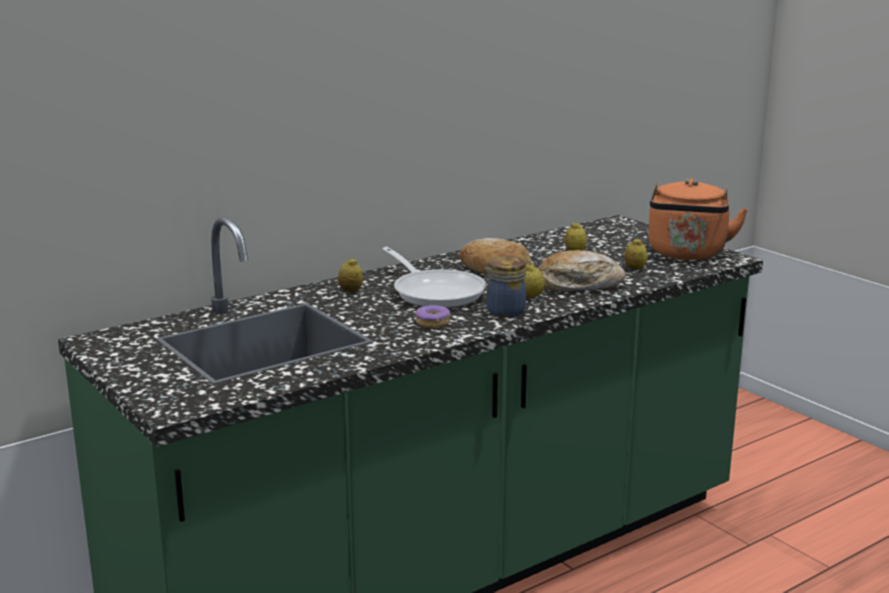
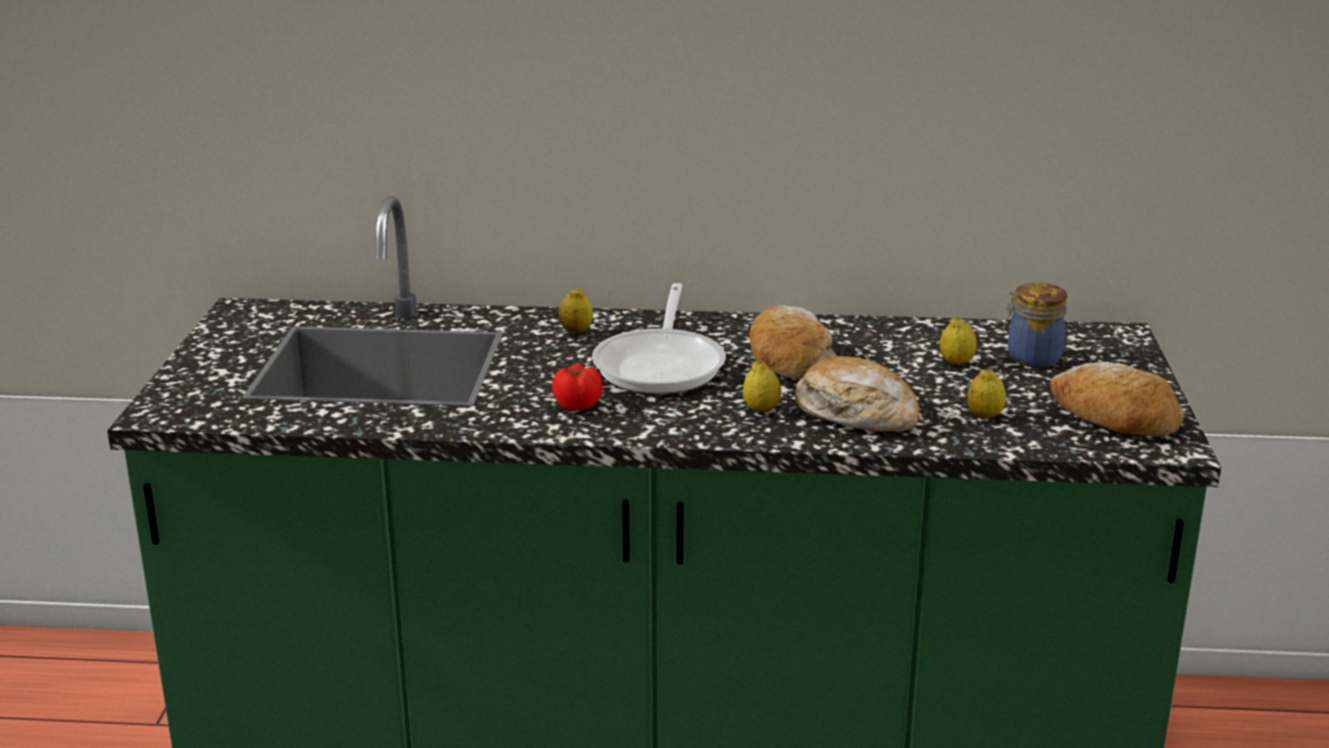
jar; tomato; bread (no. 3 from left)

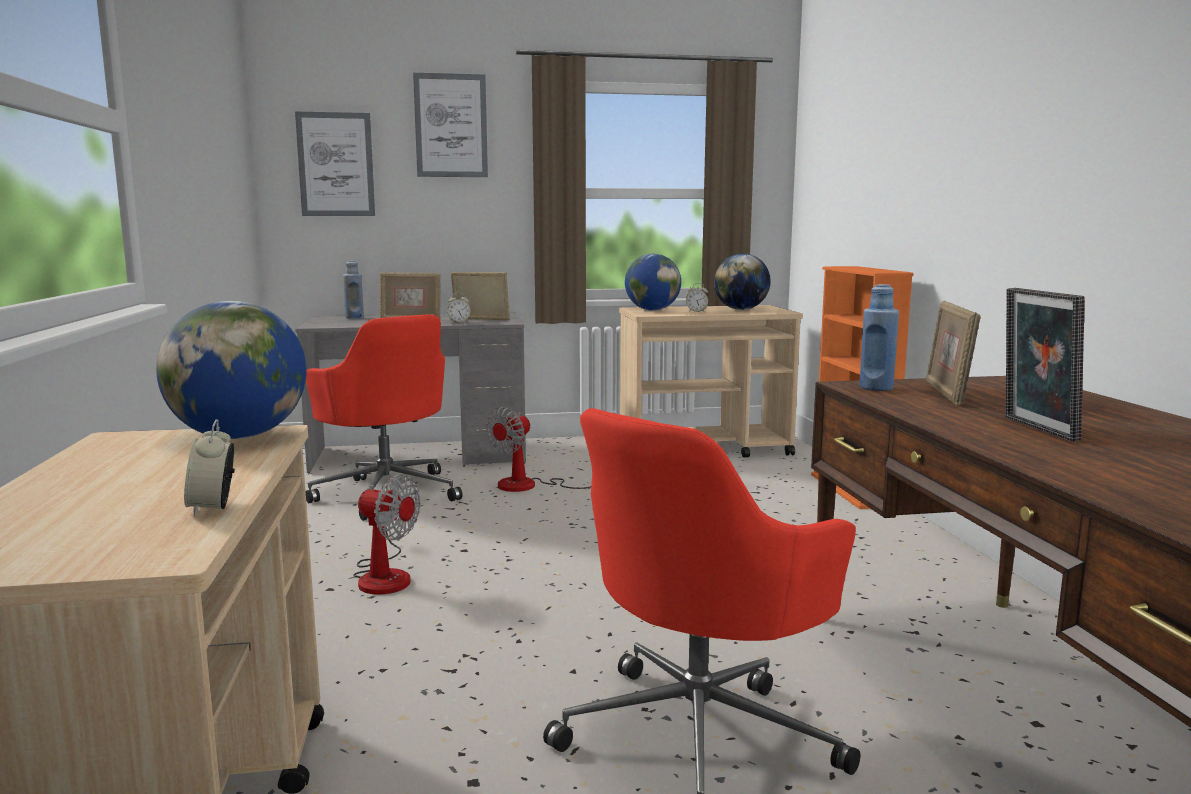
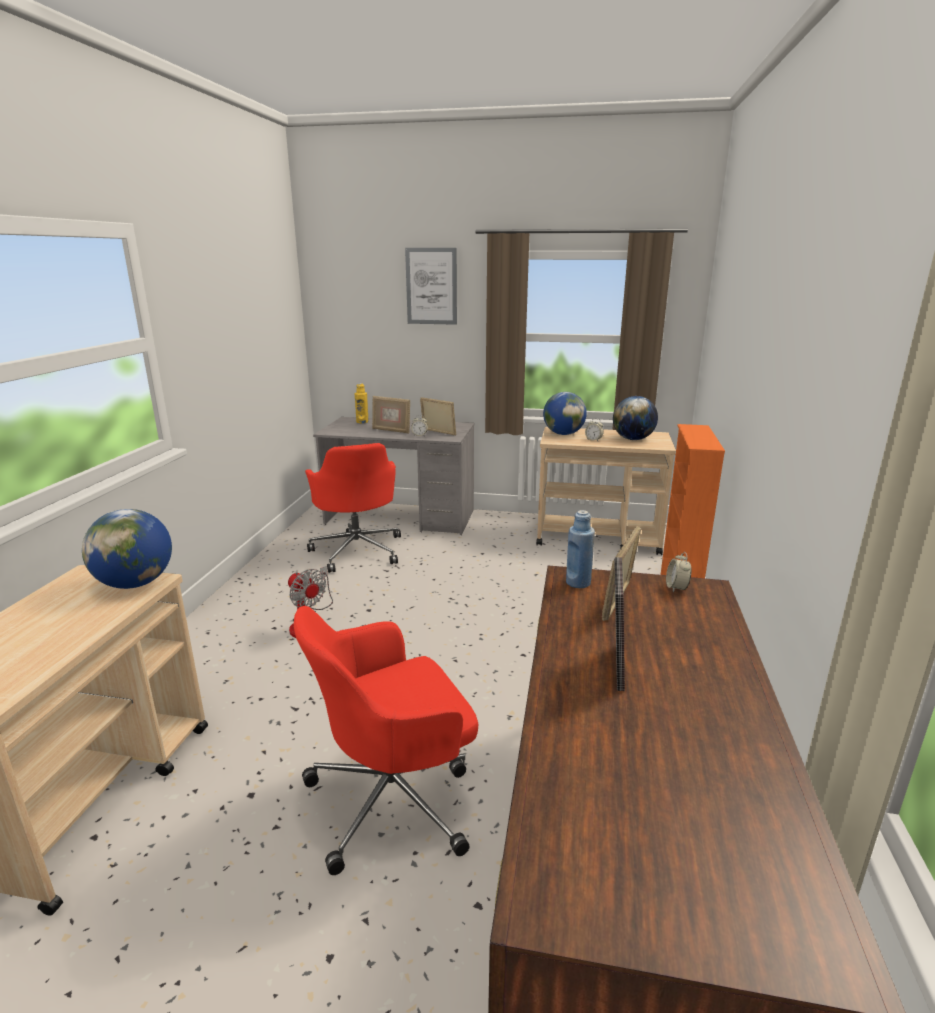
picture (no. 1 from left in the first image); fan (no. 2 from left in the first image); alarm clock (no. 3 from left); yellow bottle

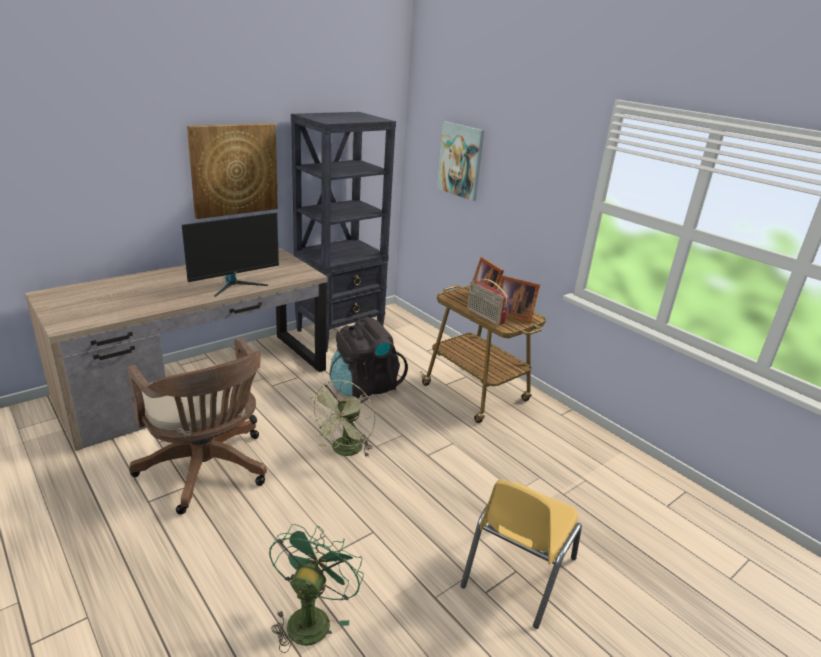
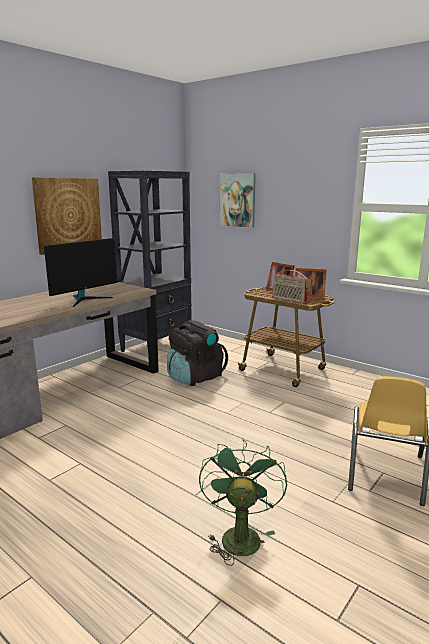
brown office chair; green fan (no. 2 from left in the first image)

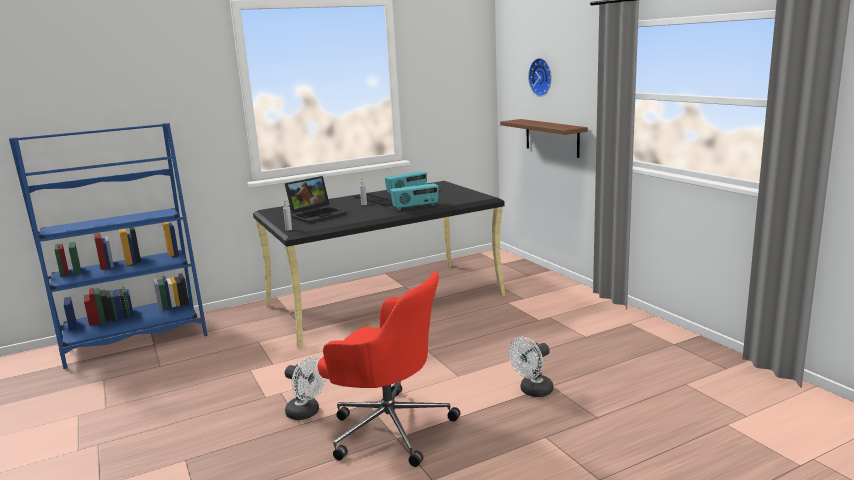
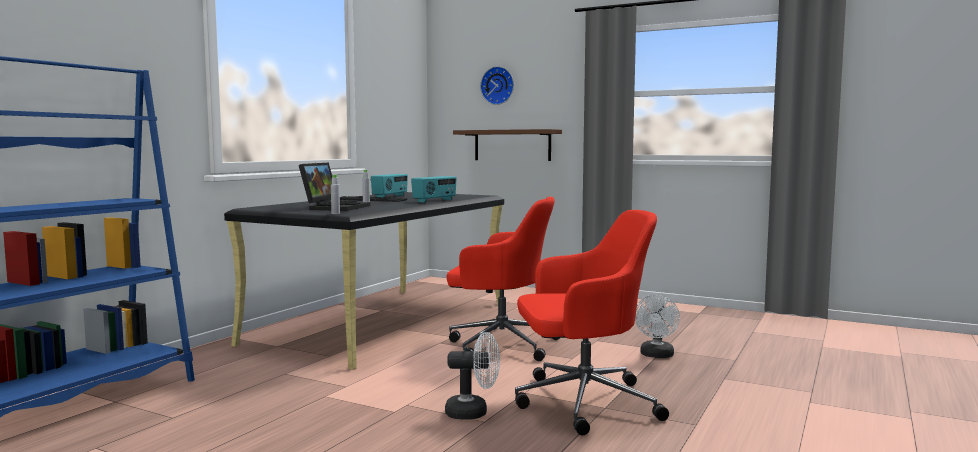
red office chair (no. 1 from left)

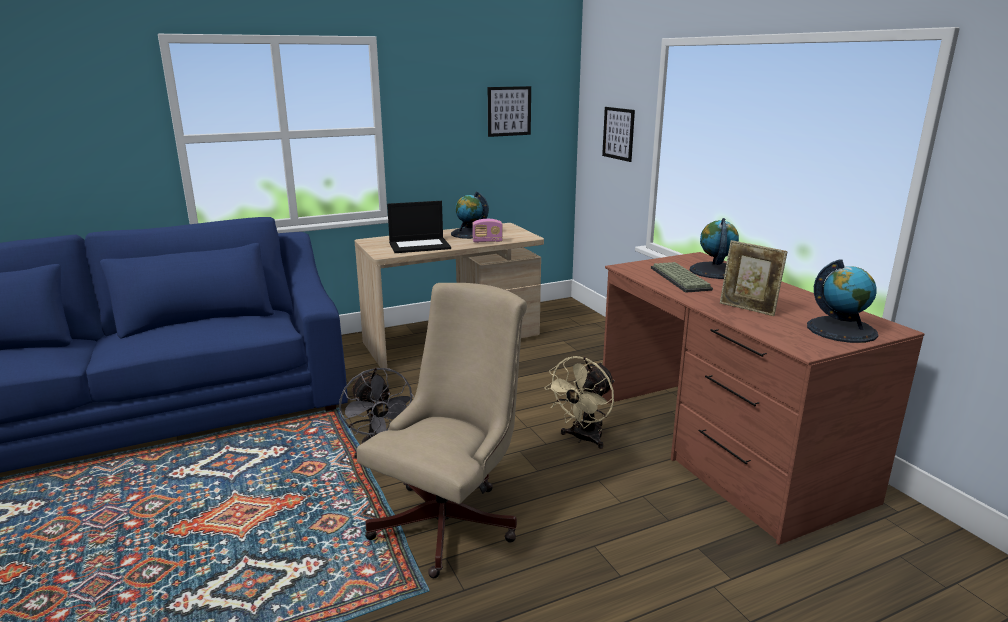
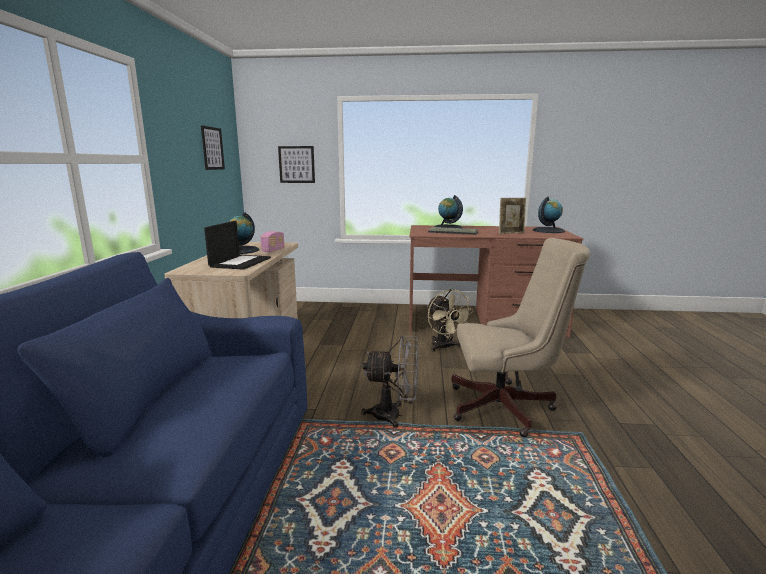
beige office chair

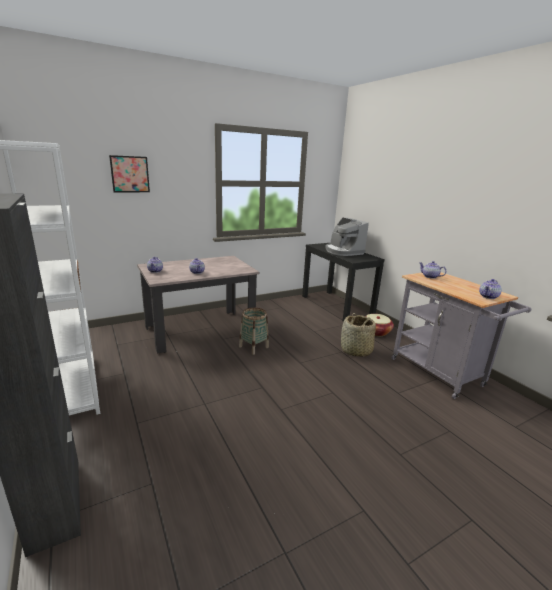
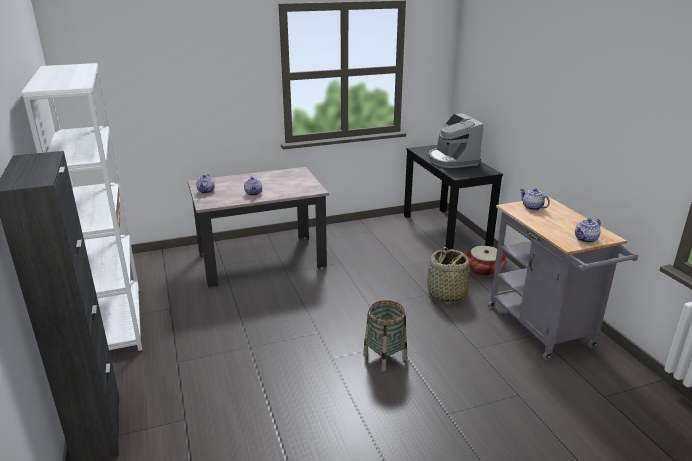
picture; basket (no. 1 from left)

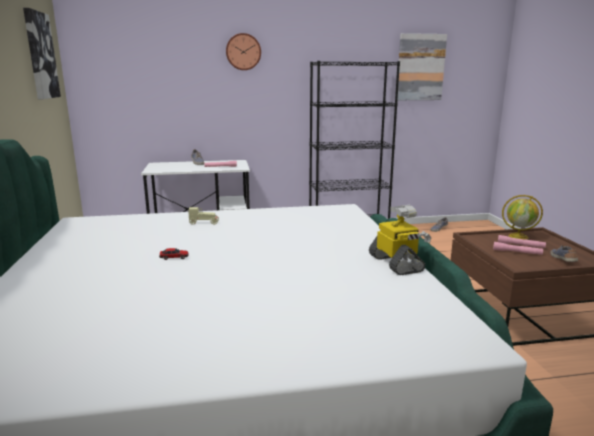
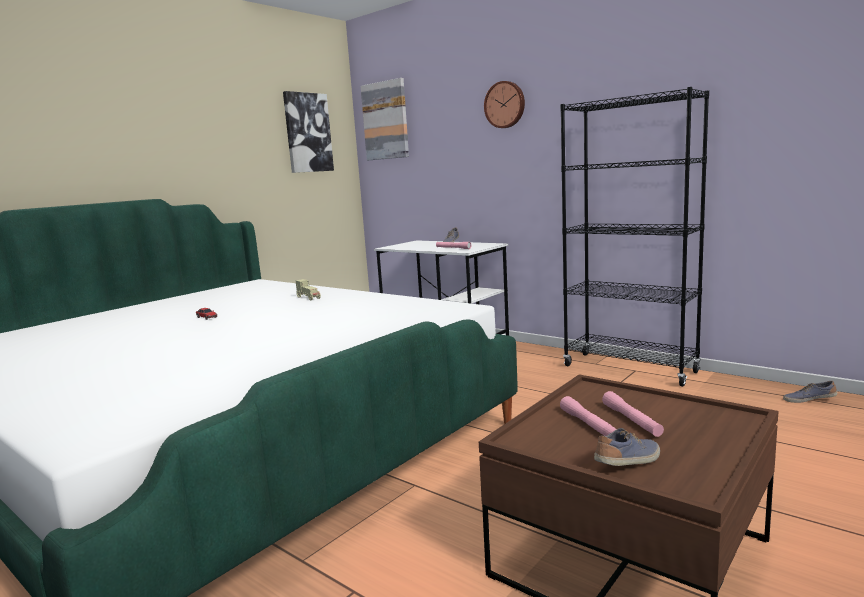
toy robot; globe; picture (no. 2 from left)

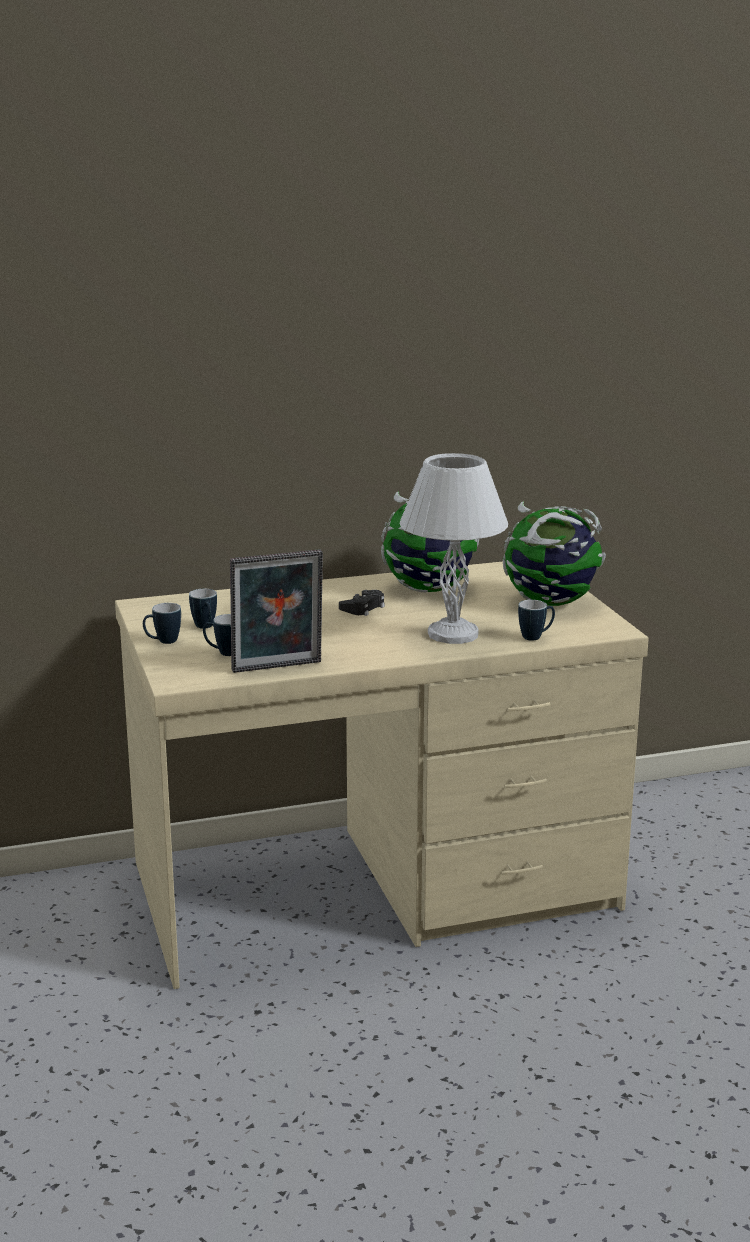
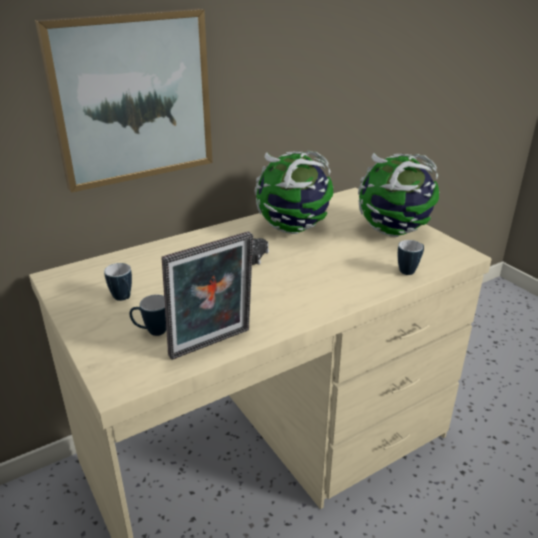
mug (no. 1 from left in the first image); white table lamp; picture

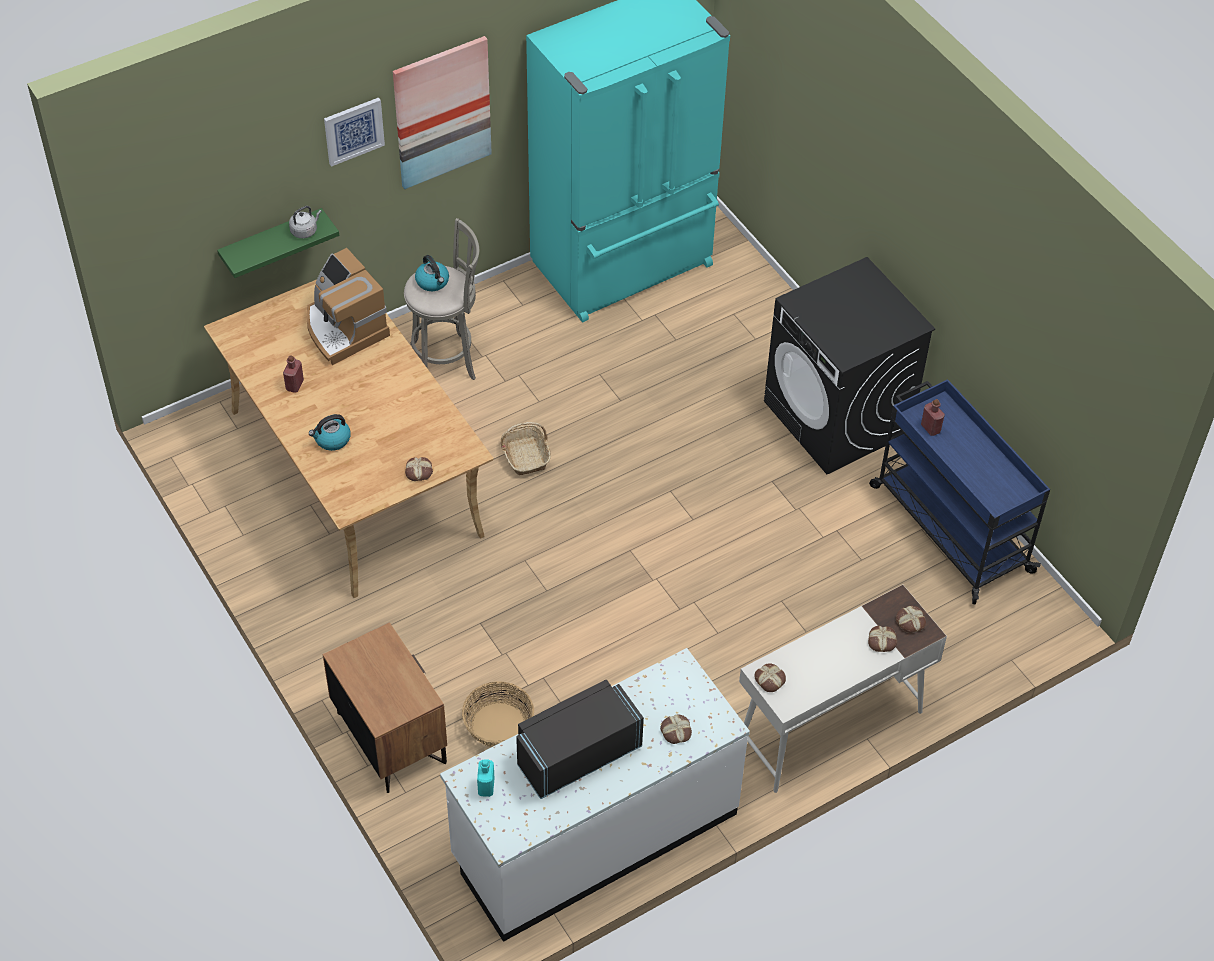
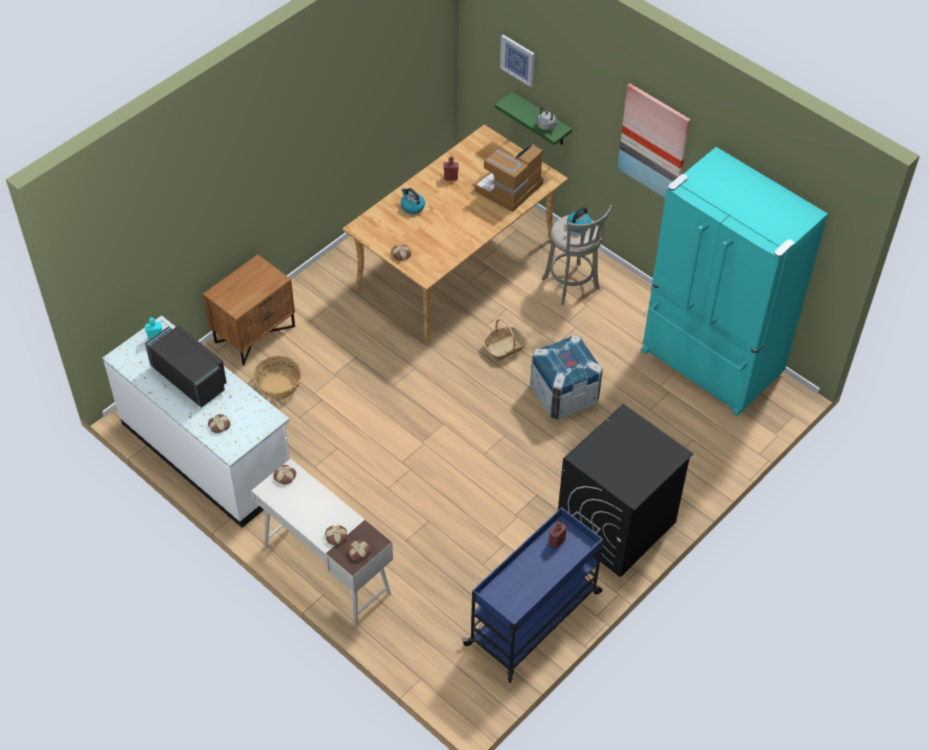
crate; picture (no. 1 from left)

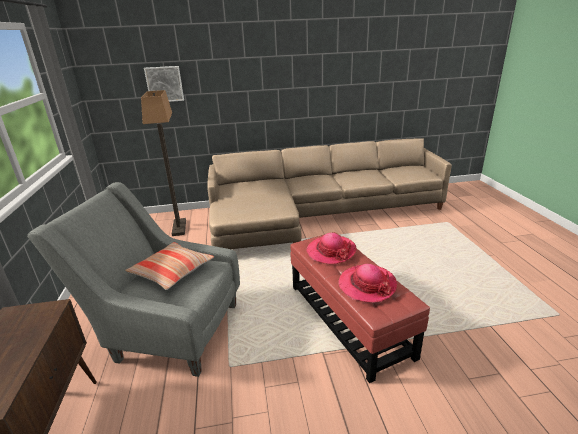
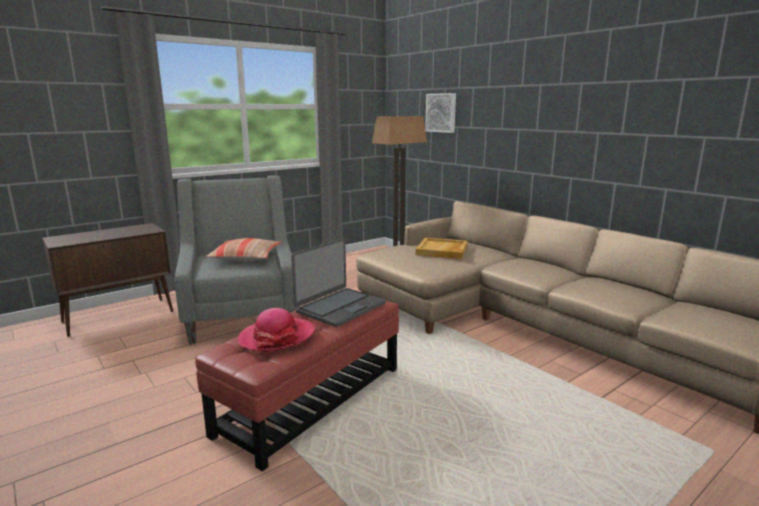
beige tray; laptop

